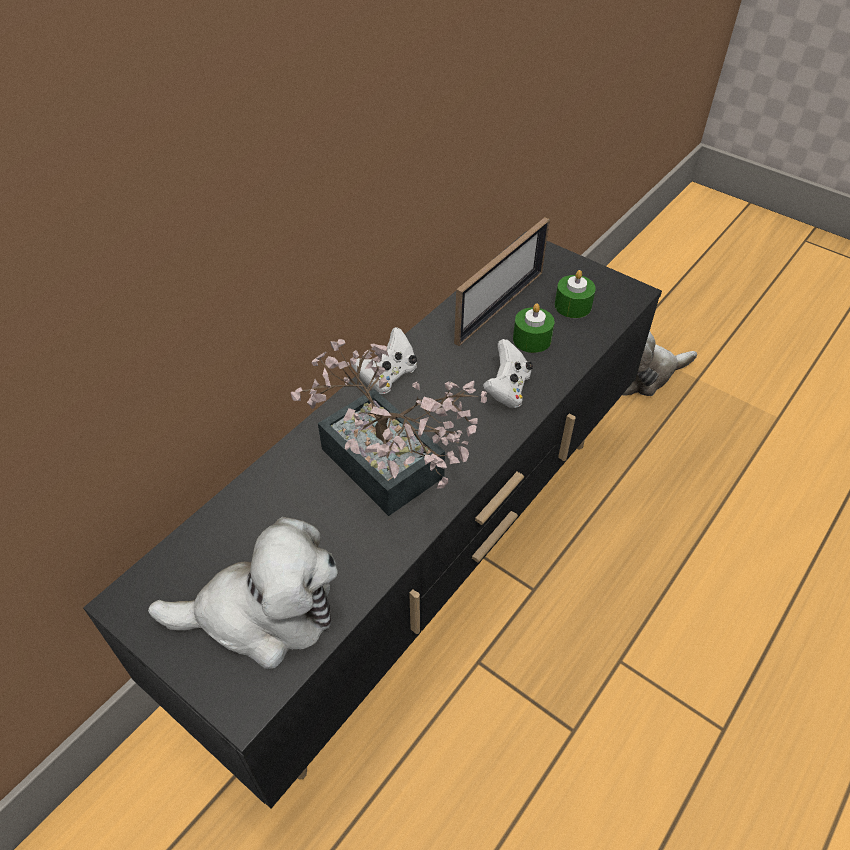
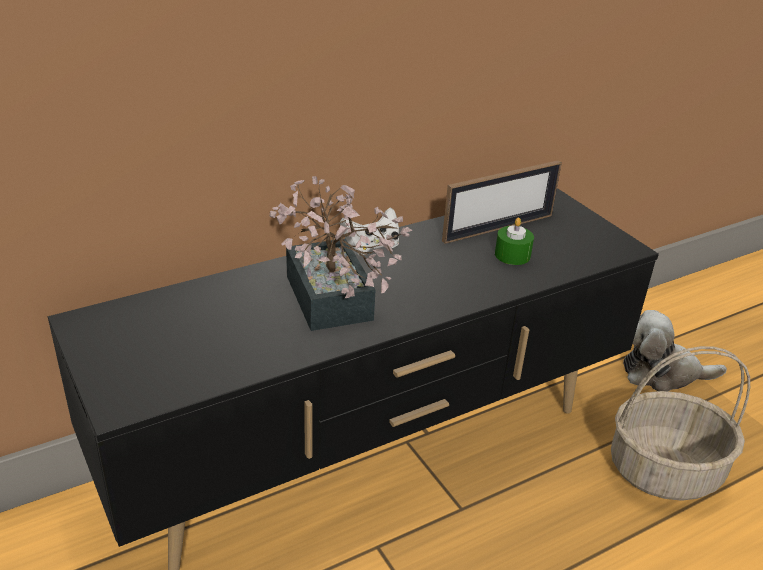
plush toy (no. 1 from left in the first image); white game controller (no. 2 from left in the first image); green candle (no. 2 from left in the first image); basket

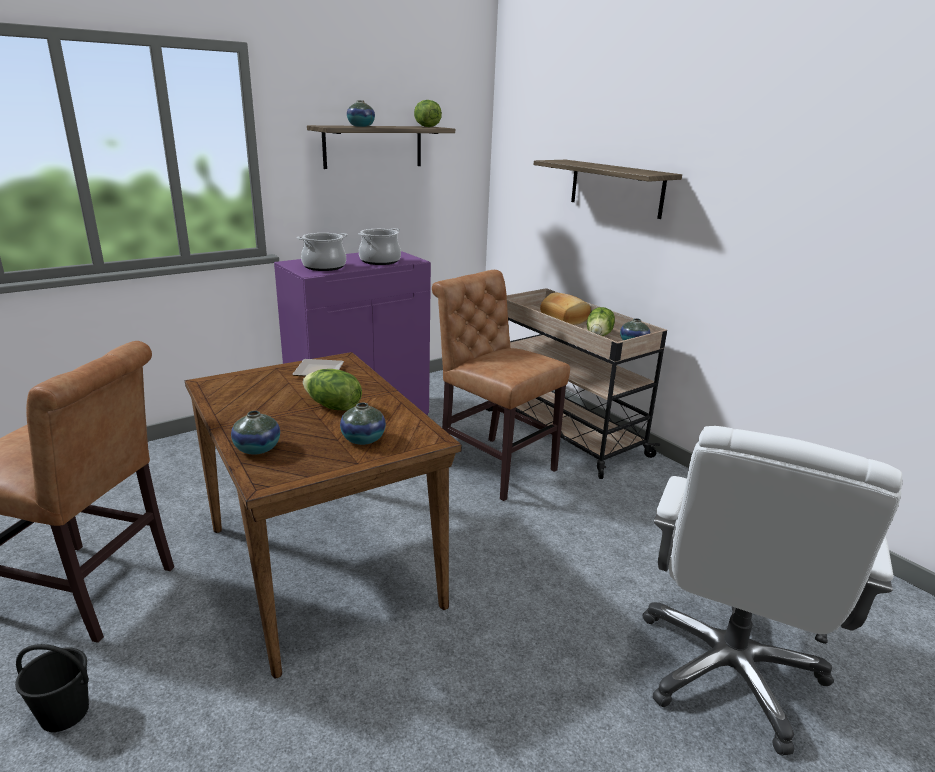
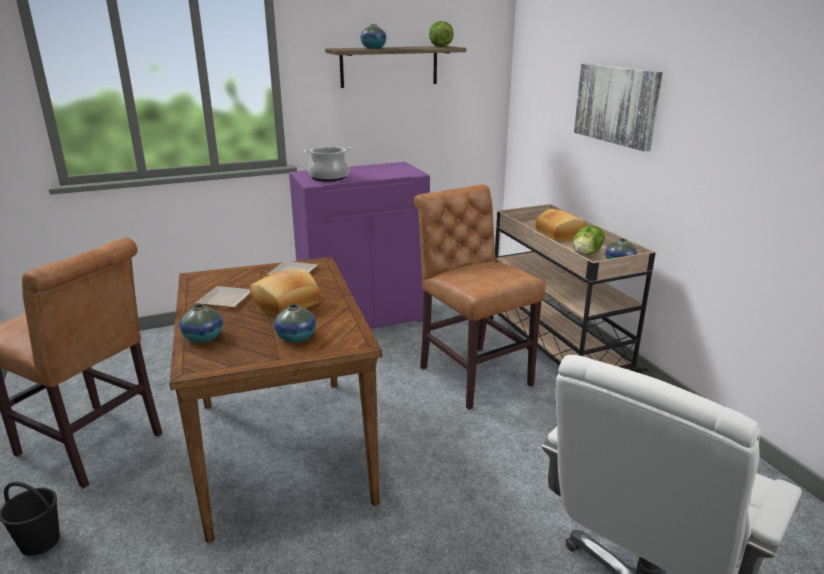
cooking pot (no. 2 from left in the first image); plate (no. 1 from left); bread (no. 1 from left); picture

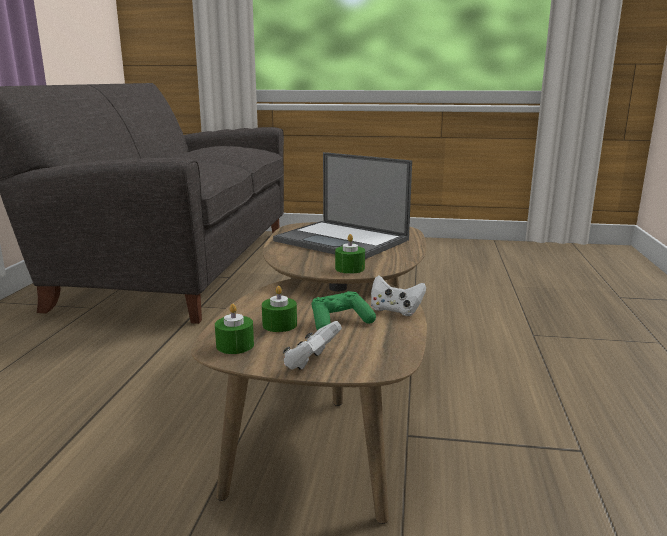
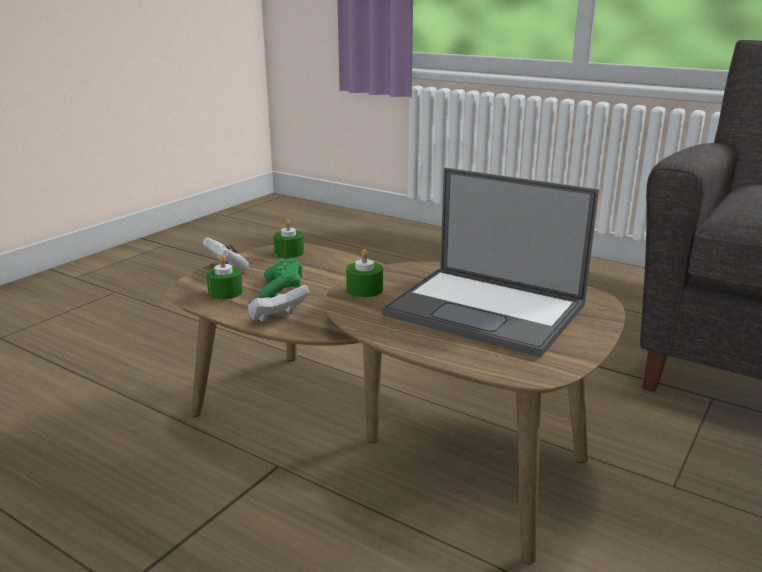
green candle (no. 1 from left); laptop

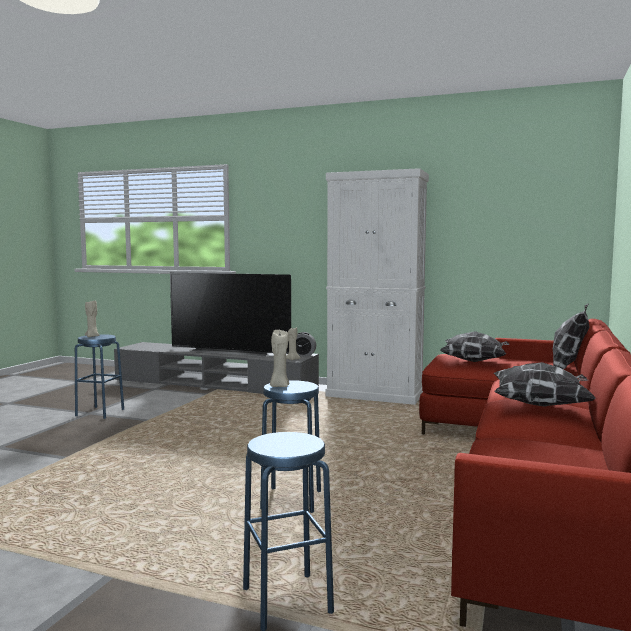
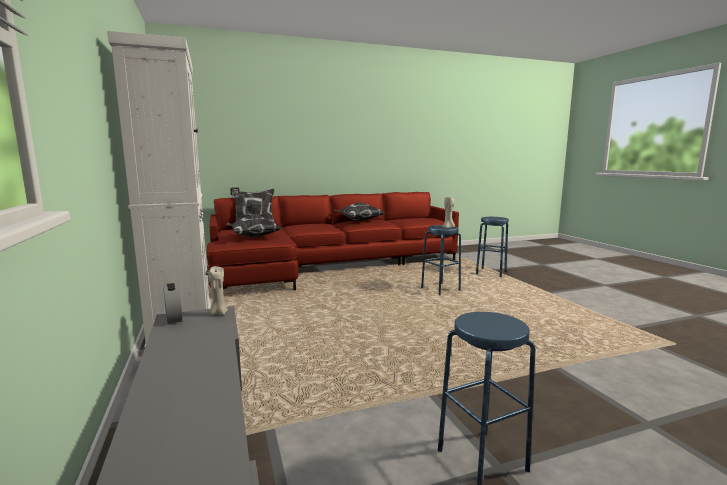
beige candle (no. 1 from left in the first image); television

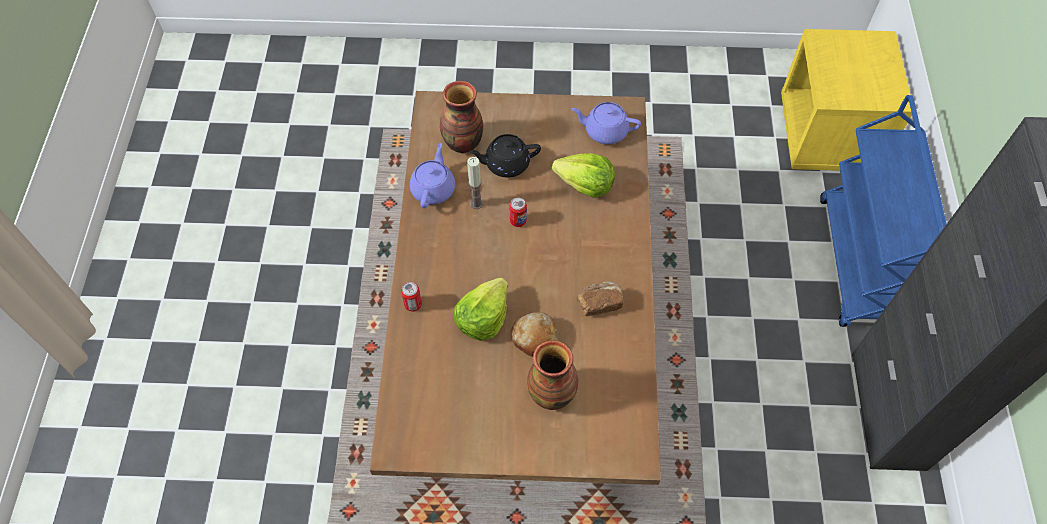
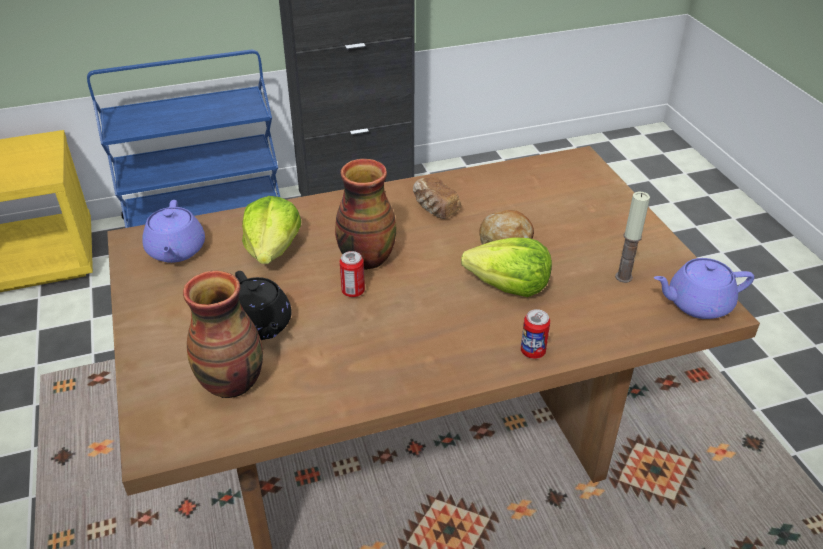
purple teapot (no. 2 from left); candle; vase (no. 2 from left)

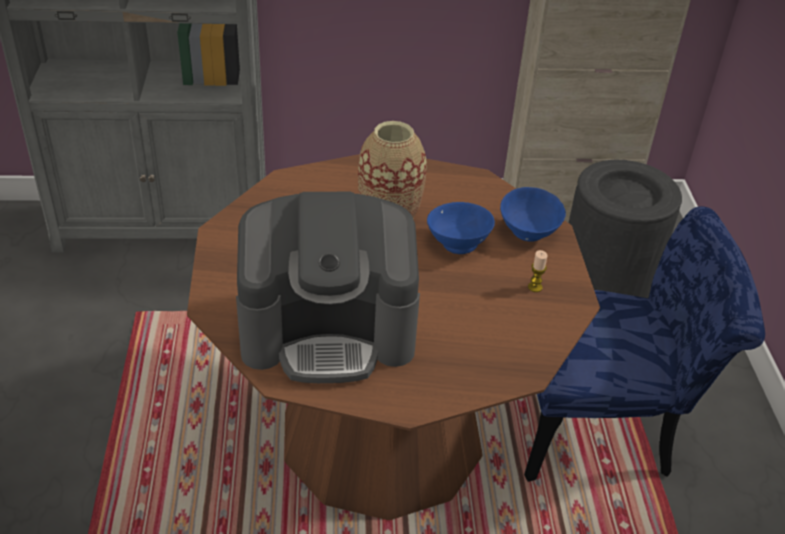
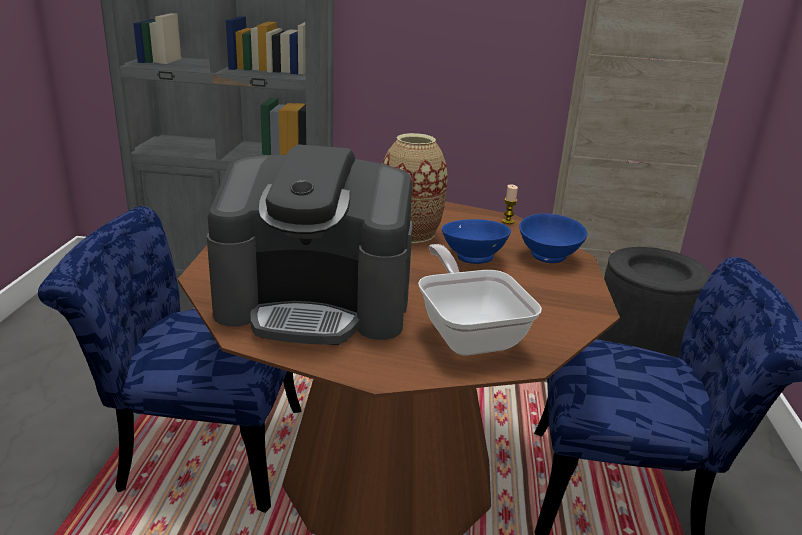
blue chair (no. 1 from left); frying pan; candle

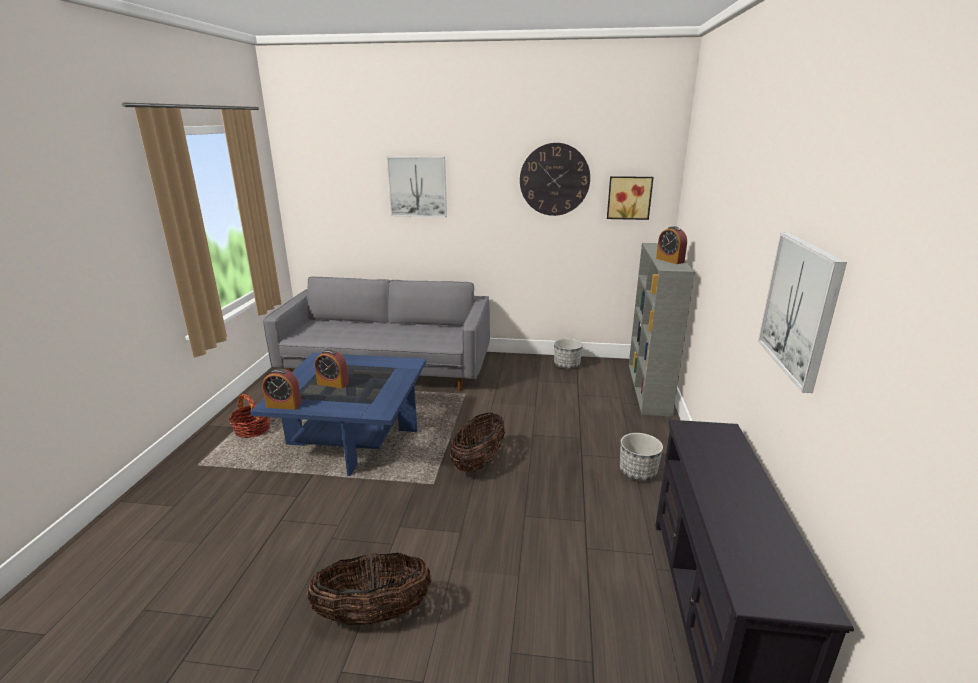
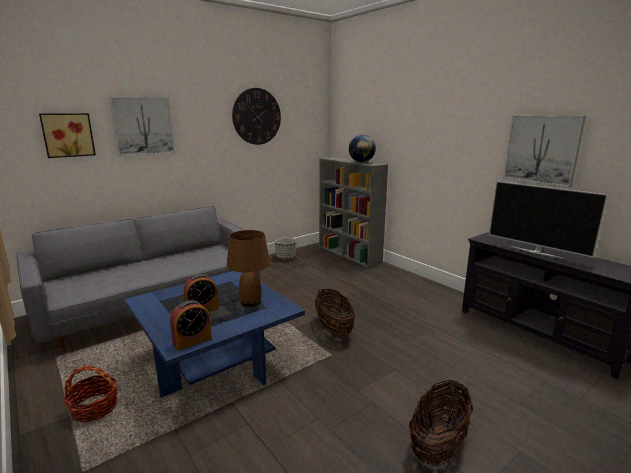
planter (no. 2 from left in the first image); brown table lamp; television; picture (no. 1 from left); globe

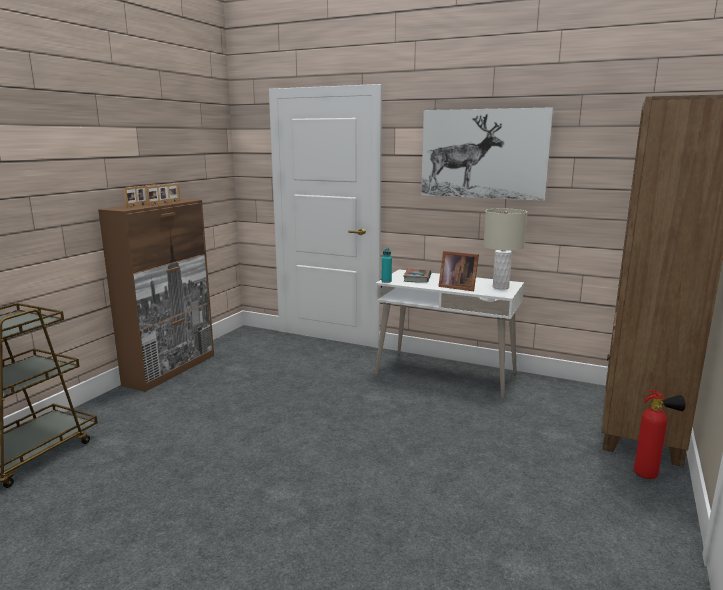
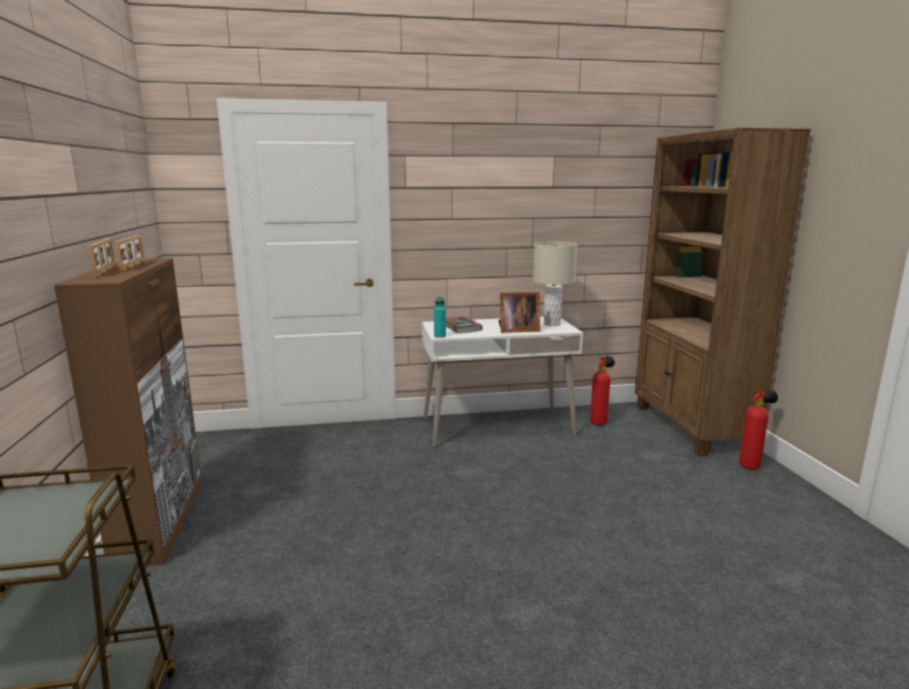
picture; fire extinguisher (no. 1 from left)

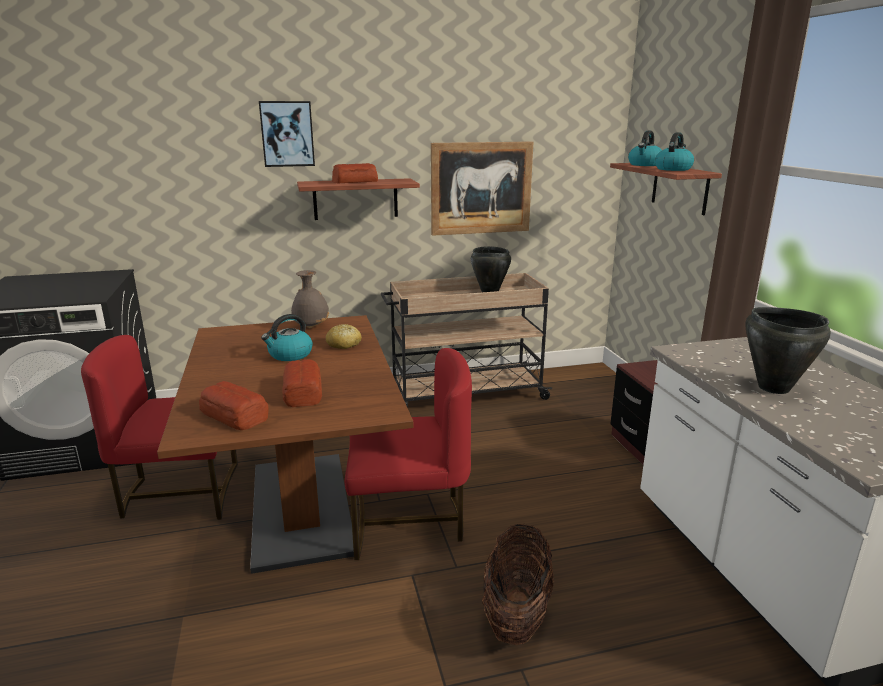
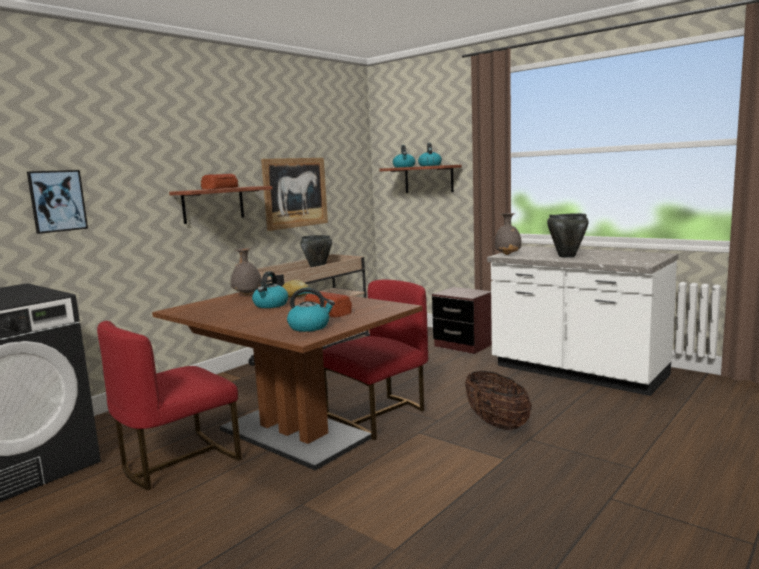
grey vase (no. 2 from left); picture (no. 1 from left); kettle (no. 2 from left)

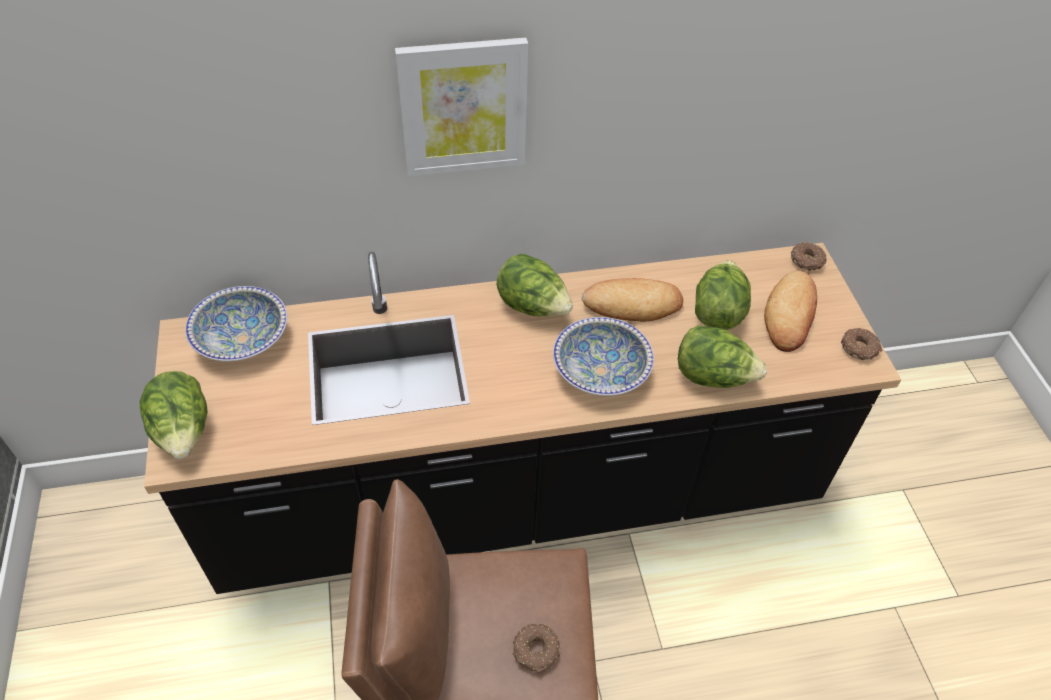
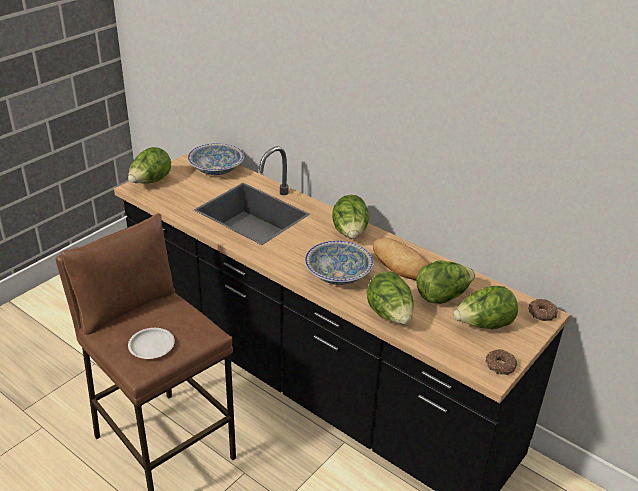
picture; white plate; lettuce (no. 5 from left)

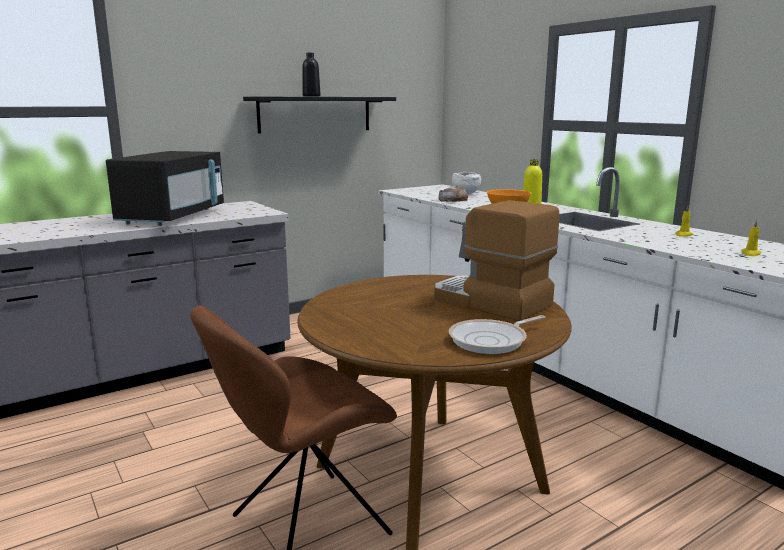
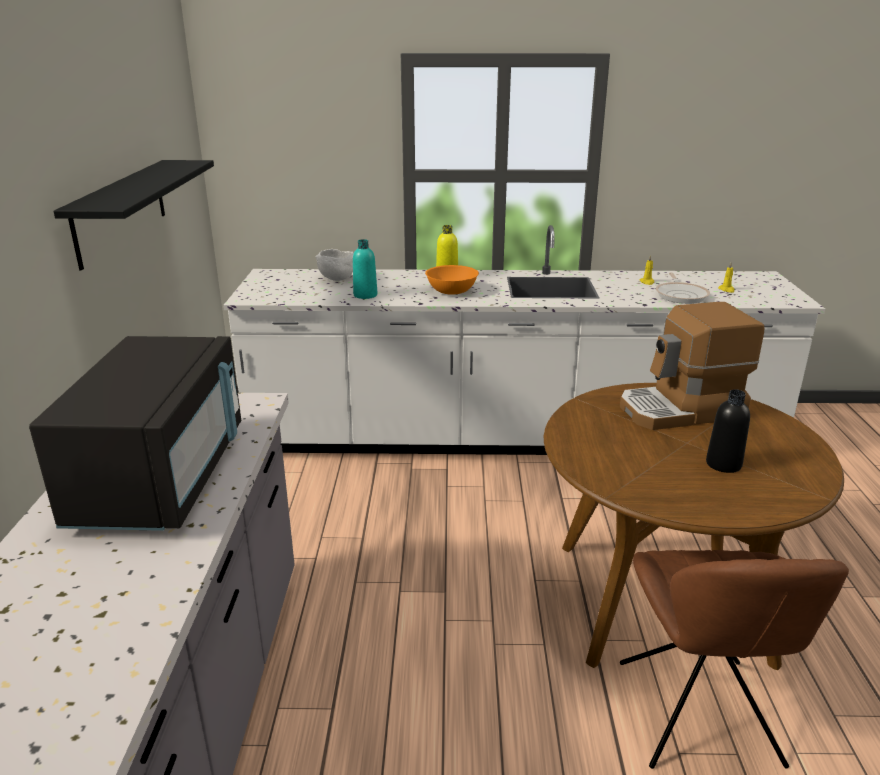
black bottle; frying pan; turquoise bottle; black microwave

